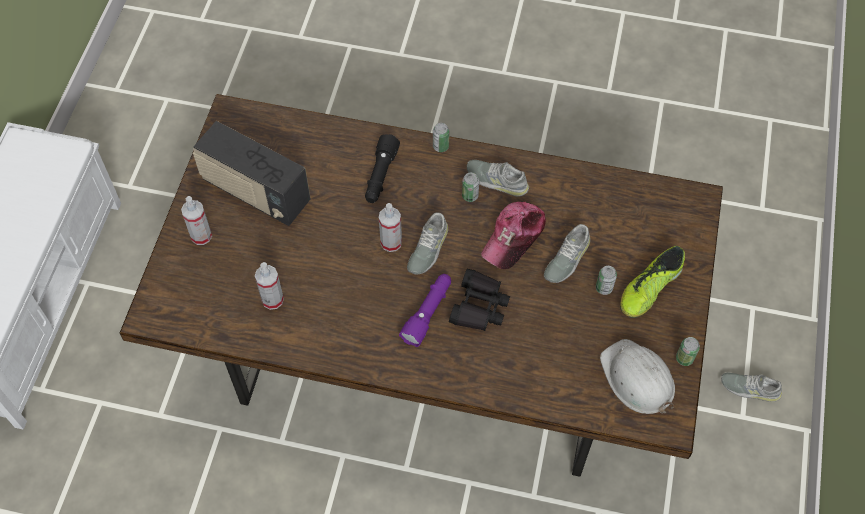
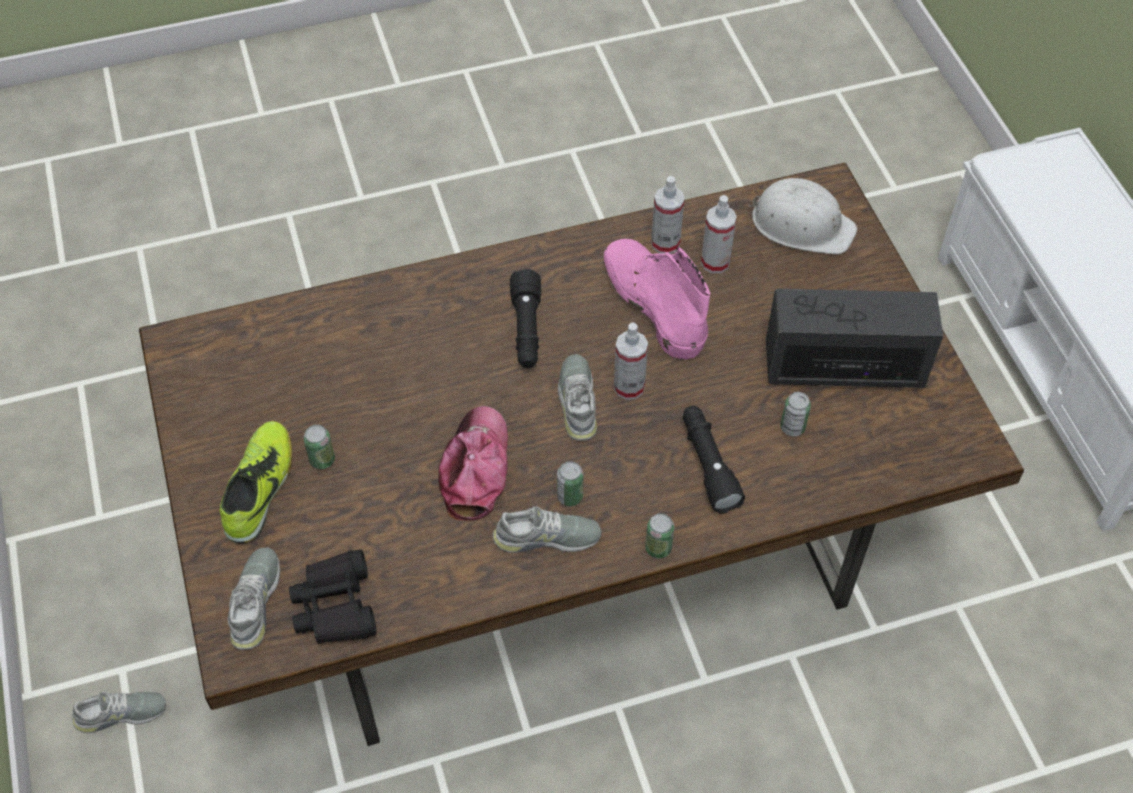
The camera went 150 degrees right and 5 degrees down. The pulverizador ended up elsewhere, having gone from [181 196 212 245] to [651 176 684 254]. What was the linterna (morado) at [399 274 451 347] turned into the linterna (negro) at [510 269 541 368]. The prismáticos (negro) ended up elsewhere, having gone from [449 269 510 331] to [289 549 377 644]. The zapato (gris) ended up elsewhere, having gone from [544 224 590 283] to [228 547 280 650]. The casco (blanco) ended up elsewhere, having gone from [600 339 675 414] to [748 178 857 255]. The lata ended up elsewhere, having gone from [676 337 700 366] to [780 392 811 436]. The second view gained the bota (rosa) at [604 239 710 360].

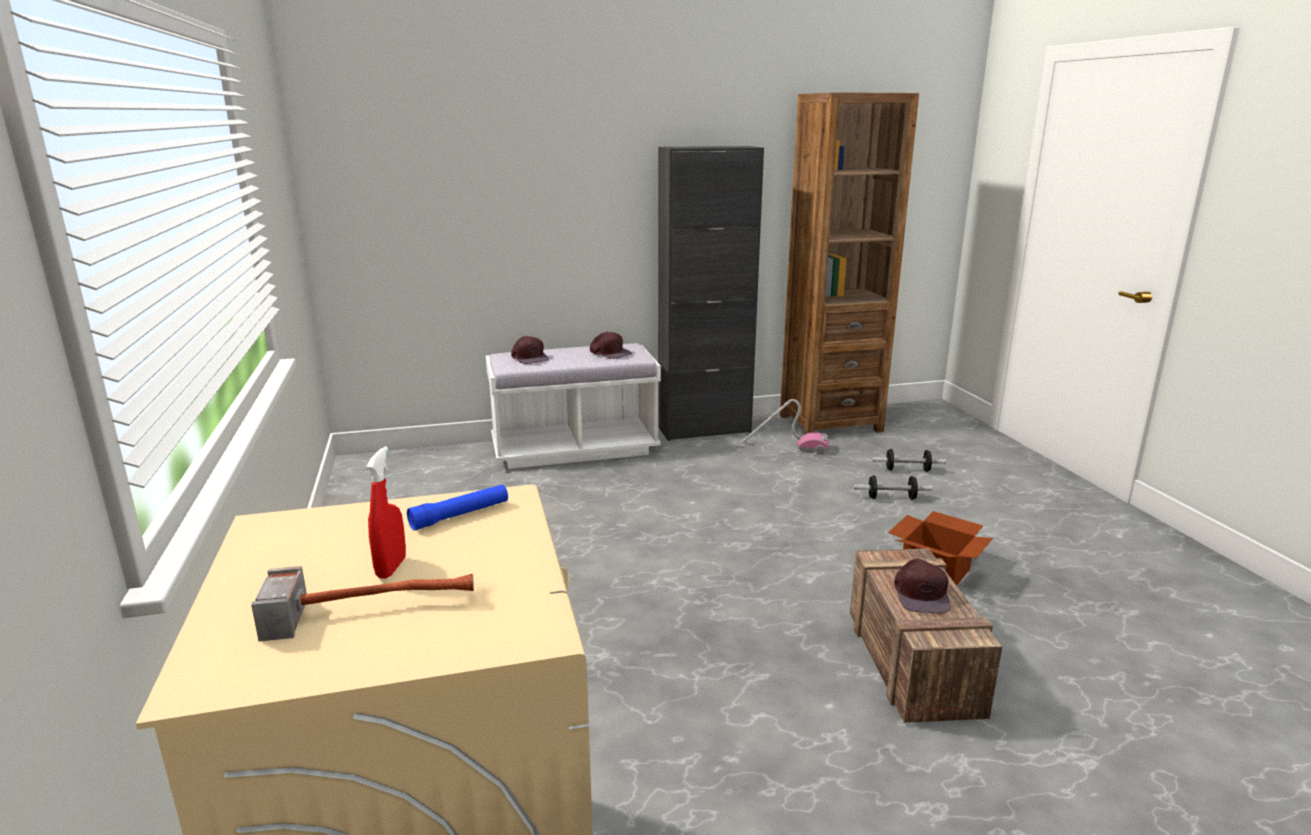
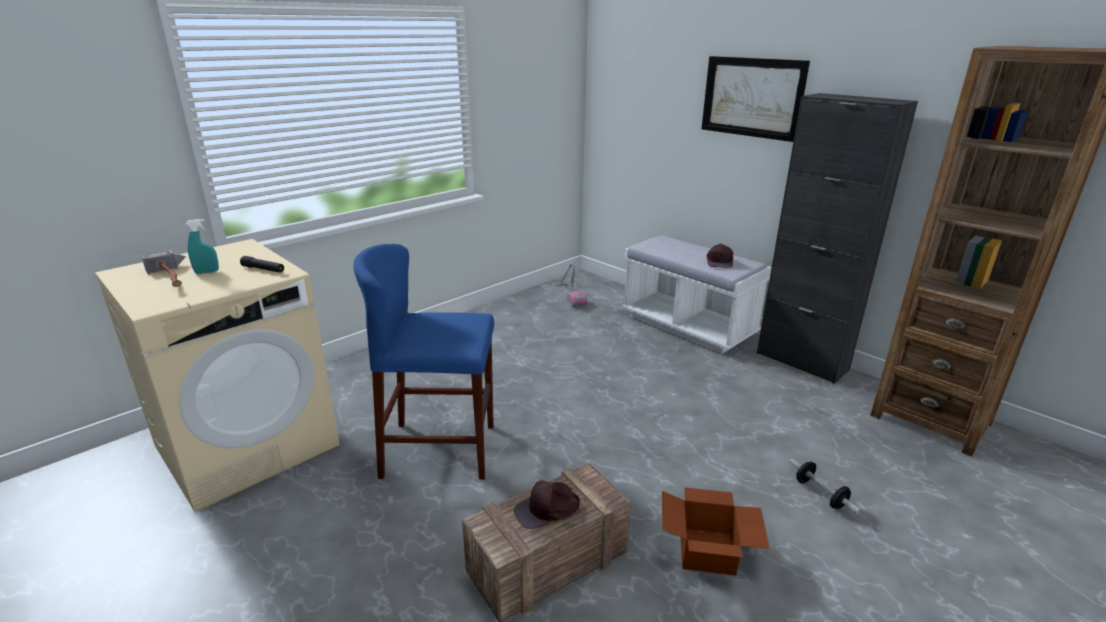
The camera went 60 degrees right and 5 degrees up. What was the pulverizador (rojo) at [367 447 406 579] turned into the pulverizador (turquesa) at [186 219 219 274]. What was the linterna (azul) at [407 485 508 530] turned into the linterna (negro) at [240 256 284 273]. The second view lost the gorra (marrón) at [511 336 549 364]. The aspiradora ended up elsewhere, having gone from [736 399 829 455] to [554 262 588 307]. The second view lost the mancuerna at [872 449 946 472]. The second view gained the taburete (azul) at [353 244 494 480]. The second view gained the cuadro at [702 56 810 142].

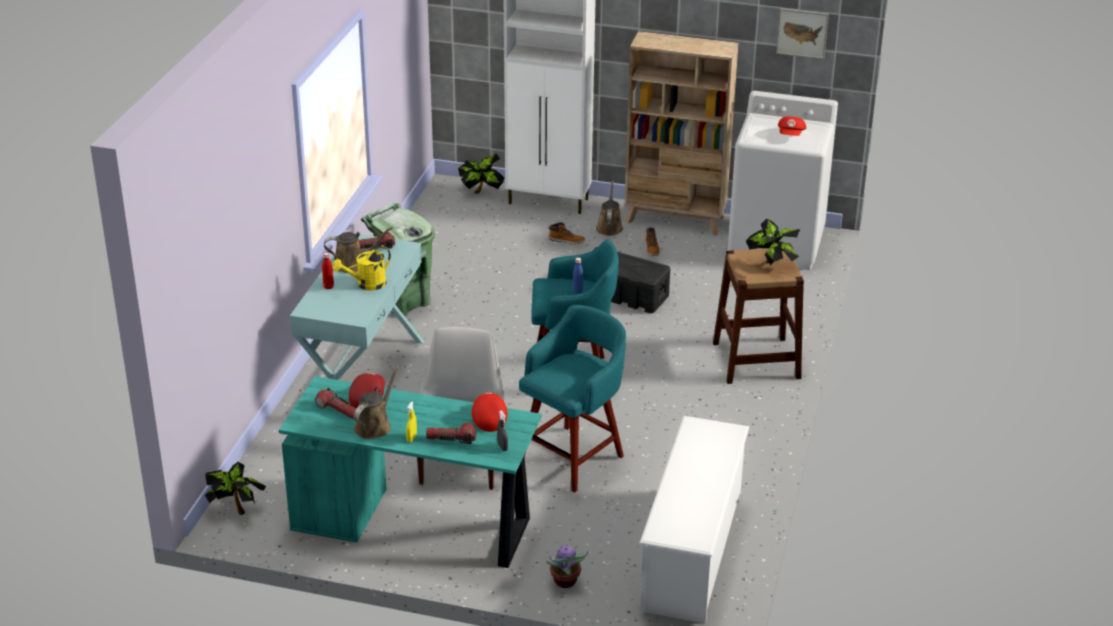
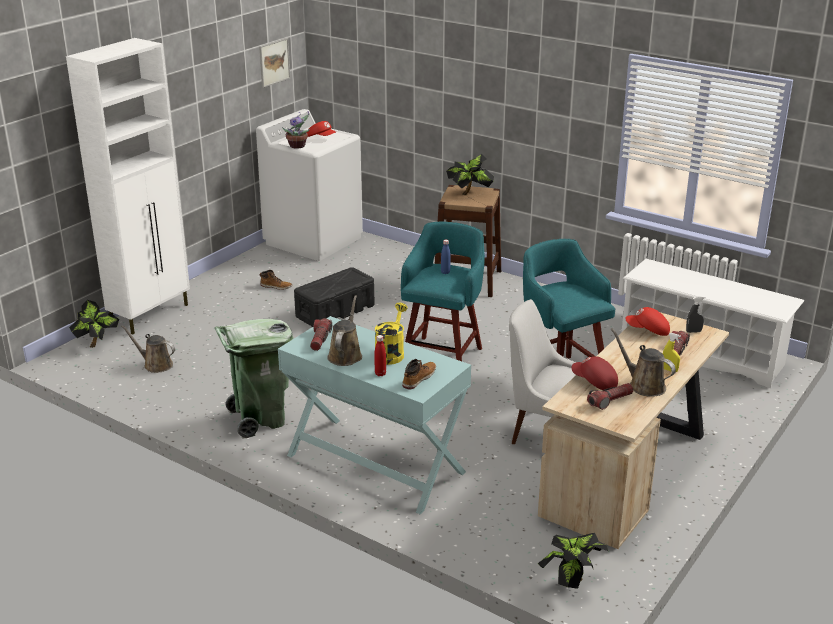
The camera went 70 degrees left and 5 degrees down. What was the escritorio (turquesa) at [279 376 542 568] turned into the escritorio (beis) at [538 312 729 549]. The regadera (amarillo) at [333 245 391 291] ended up facing another way, 150 degrees counterclockwise from before. The planta en maceta ended up elsewhere, having gone from [546 544 589 588] to [282 111 310 149]. The bota ended up elsewhere, having gone from [549 222 585 244] to [402 359 436 390]. The regadera (marrón) ended up elsewhere, having gone from [596 180 623 236] to [121 325 175 373]. The second view lost the estantería (beis) at [625 31 738 236].

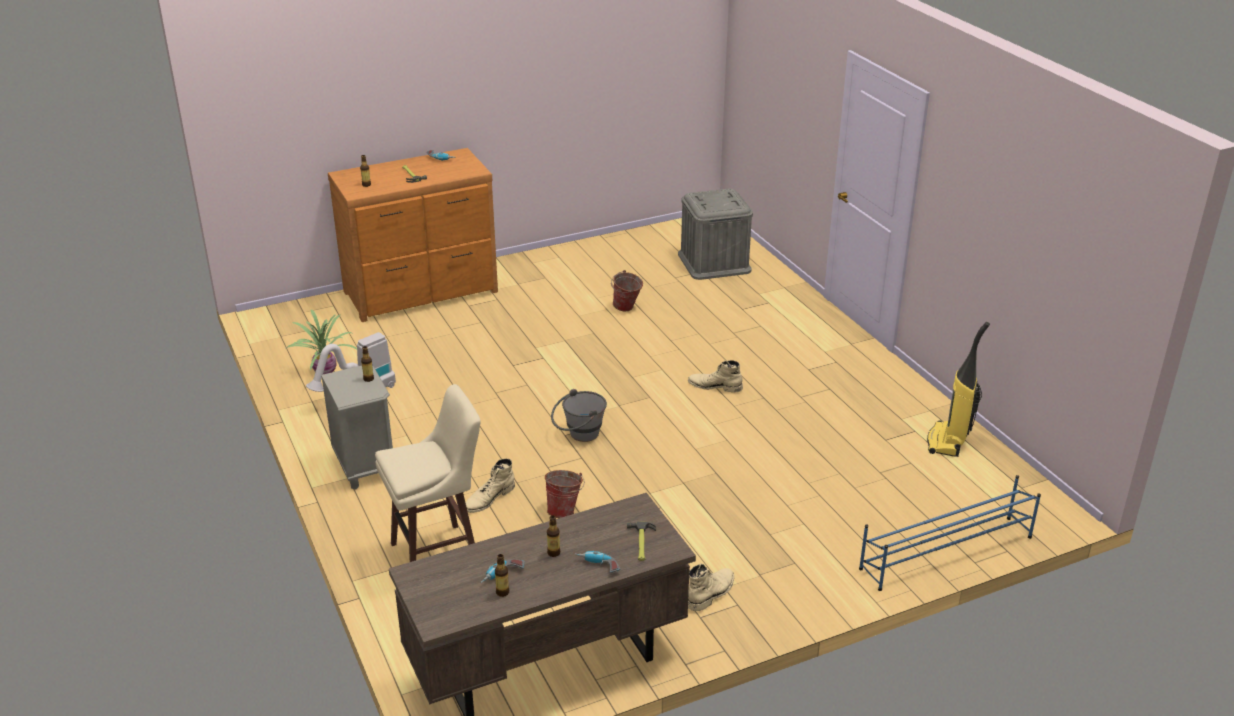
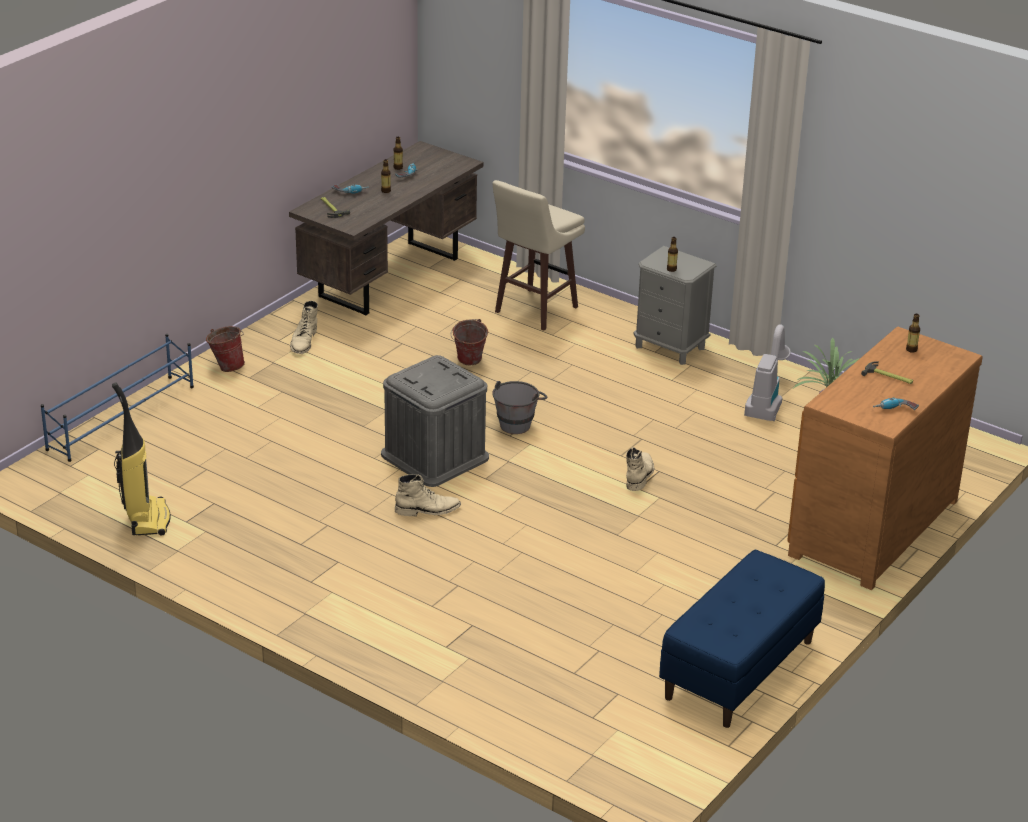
The camera went 150 degrees right and 0 degrees up. The bota (beis) ended up elsewhere, having gone from [466 459 515 513] to [626 447 654 491]. The cubo ended up elsewhere, having gone from [611 270 643 311] to [206 326 245 372]. The caja de almacenaje (gris) ended up elsewhere, having gone from [678 188 753 280] to [381 355 489 487]. The second view gained the banco (azul) at [659 550 825 728].

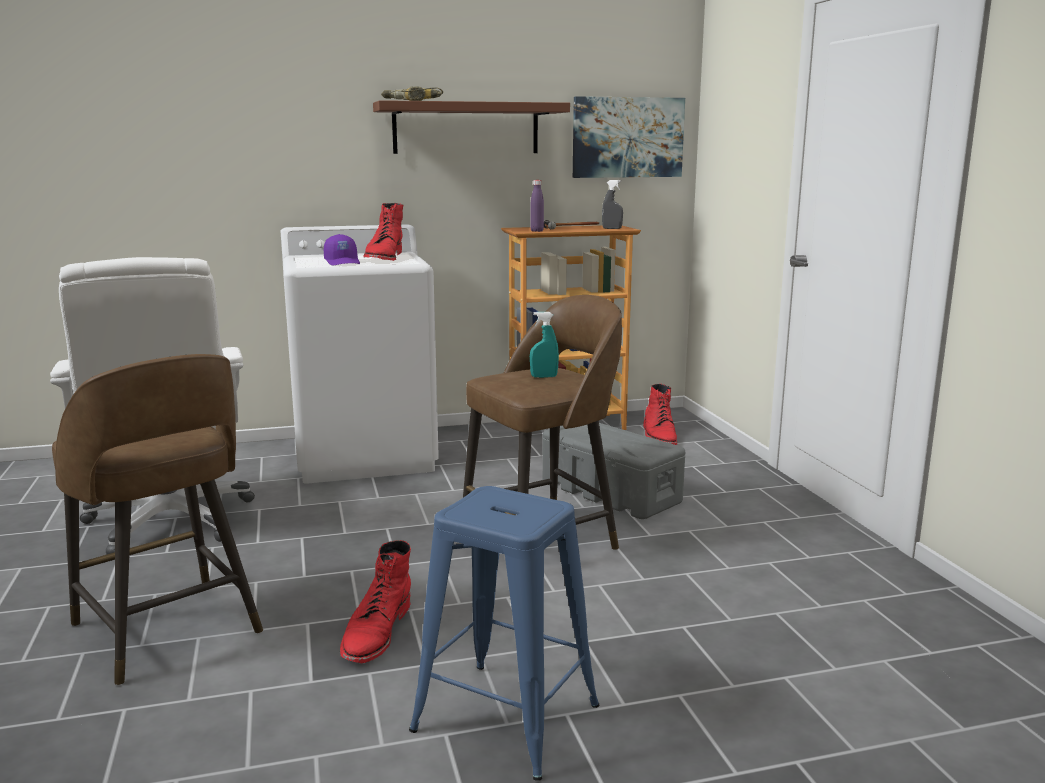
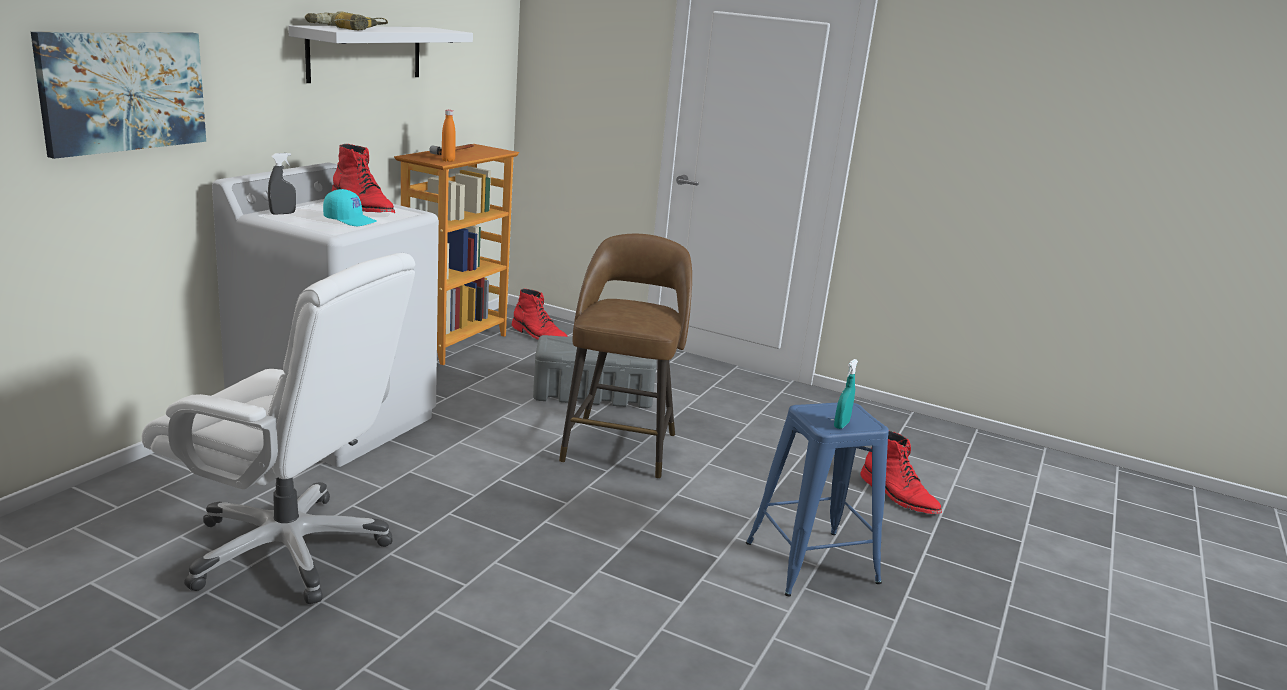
The camera went 50 degrees left and 5 degrees up. The second view lost the taburete (marrón) at [52 354 263 685]. What was the gorra (morado) at [324 234 360 265] turned into the gorra (turquesa) at [323 189 377 226]. The bota (rojo) ended up elsewhere, having gone from [340 540 411 664] to [860 431 942 514]. What was the estante (marrón) at [373 100 570 154] turned into the estante (blanco) at [288 25 473 83]. What was the botella (morado) at [530 180 544 232] turned into the botella (naranja) at [442 110 456 162]. The pulverizador (turquesa) ended up elsewhere, having gone from [530 312 559 378] to [834 359 858 429]. The cuadro ended up elsewhere, having gone from [573 96 685 178] to [31 32 206 159]. The pulverizador (gris) ended up elsewhere, having gone from [602 180 623 229] to [268 153 296 215].

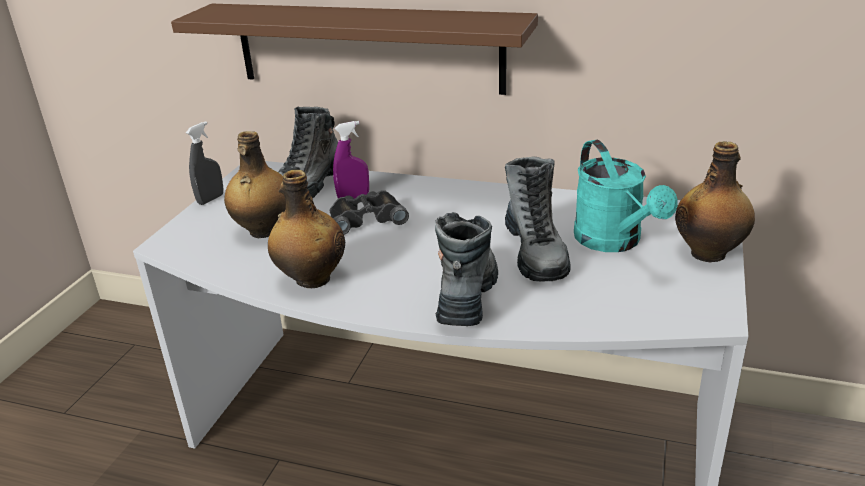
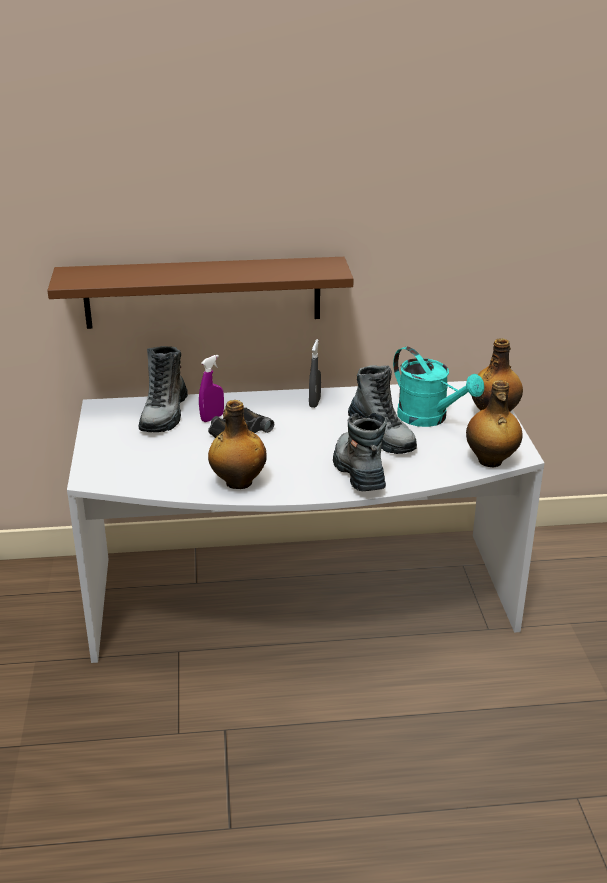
The camera went 25 degrees left and 0 degrees up. The pulverizador (gris) ended up elsewhere, having gone from [186 121 223 205] to [309 339 321 408]. The botella ended up elsewhere, having gone from [224 131 286 238] to [466 380 523 468].

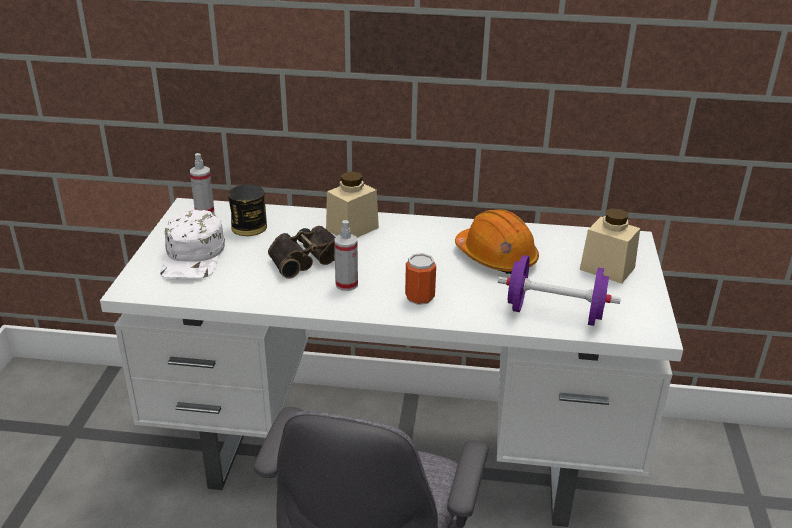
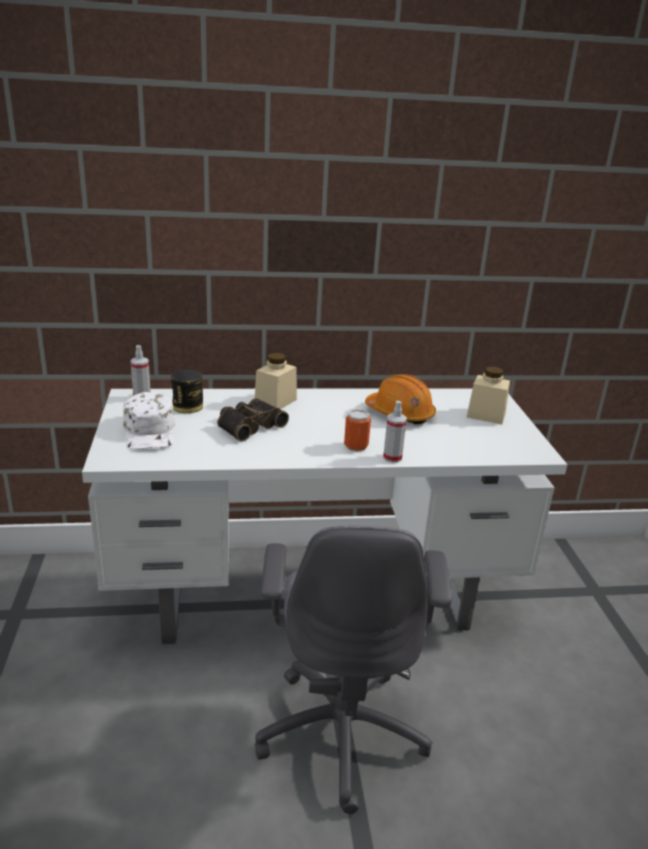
The camera went 15 degrees left and 5 degrees down. The pulverizador ended up elsewhere, having gone from [334 220 358 291] to [383 401 407 463]. The second view lost the mancuerna (morado) at [498 255 621 326].

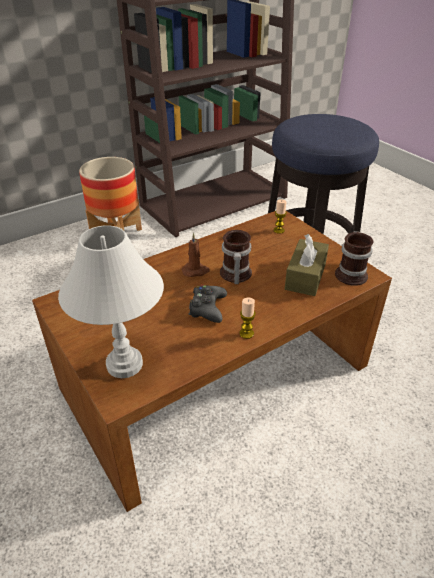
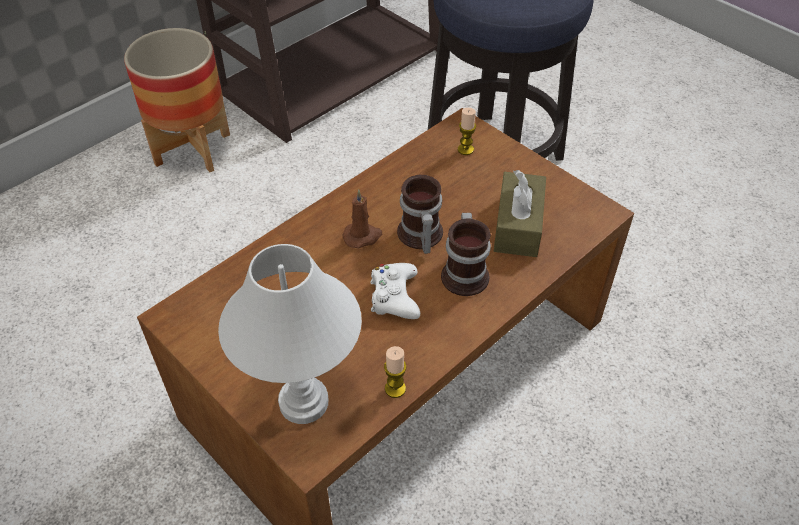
The camera went 10 degrees left and 10 degrees up. What was the mando de consola (negro) at [189 285 227 323] turned into the mando de consola (blanco) at [370 263 420 319]. The vela ended up elsewhere, having gone from [239 297 256 339] to [384 346 406 398]. The taza grande ended up elsewhere, having gone from [335 231 374 286] to [441 213 491 296].

